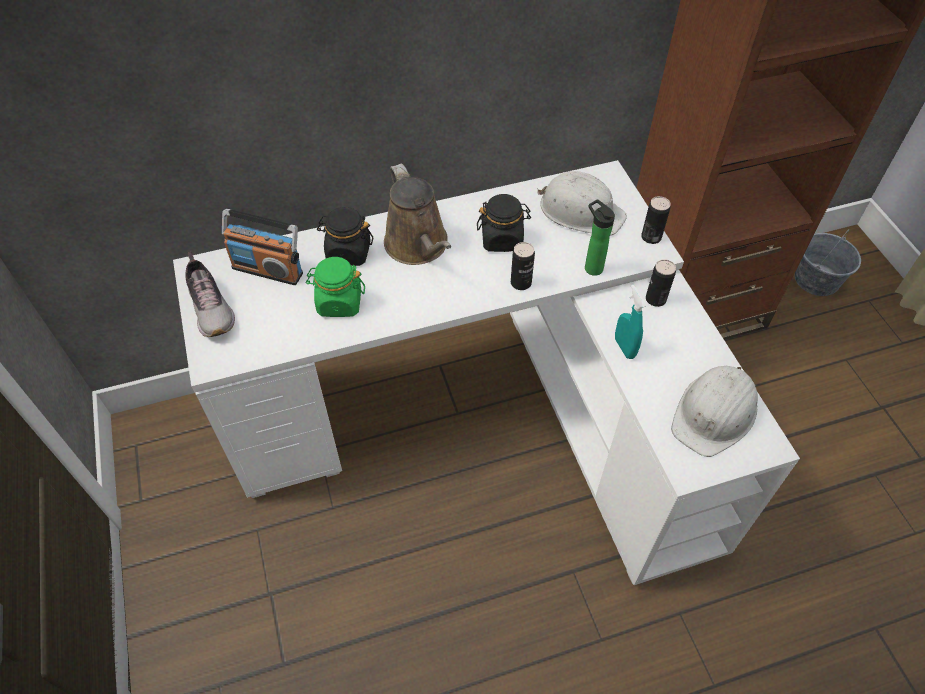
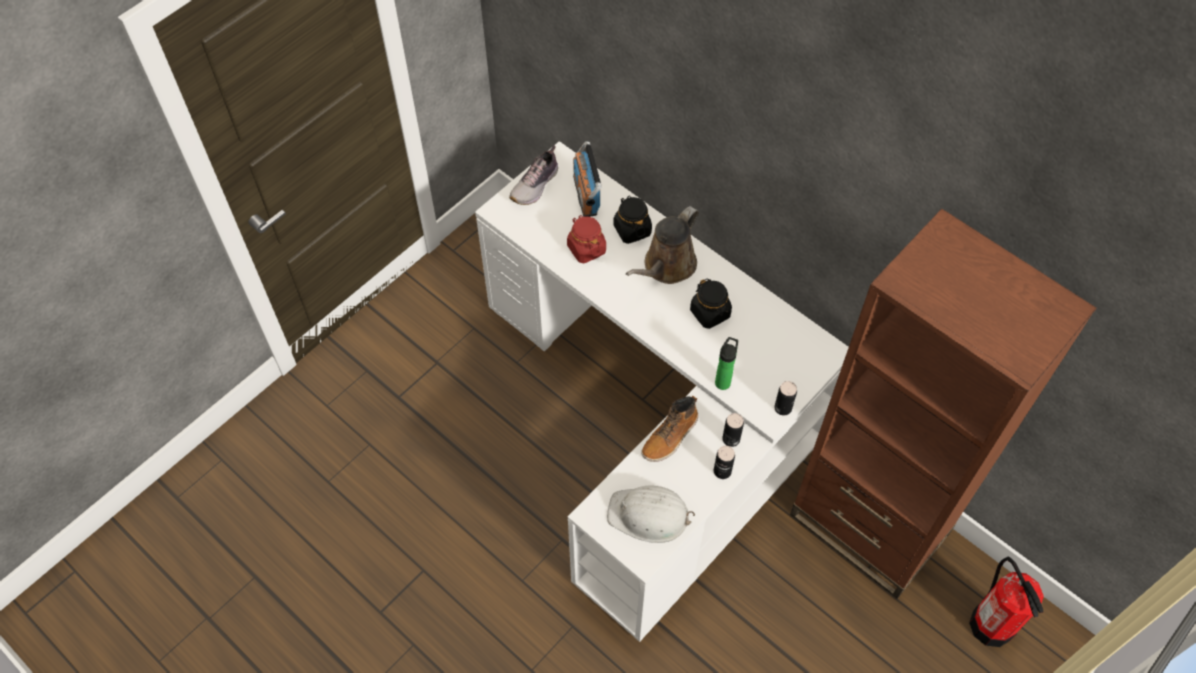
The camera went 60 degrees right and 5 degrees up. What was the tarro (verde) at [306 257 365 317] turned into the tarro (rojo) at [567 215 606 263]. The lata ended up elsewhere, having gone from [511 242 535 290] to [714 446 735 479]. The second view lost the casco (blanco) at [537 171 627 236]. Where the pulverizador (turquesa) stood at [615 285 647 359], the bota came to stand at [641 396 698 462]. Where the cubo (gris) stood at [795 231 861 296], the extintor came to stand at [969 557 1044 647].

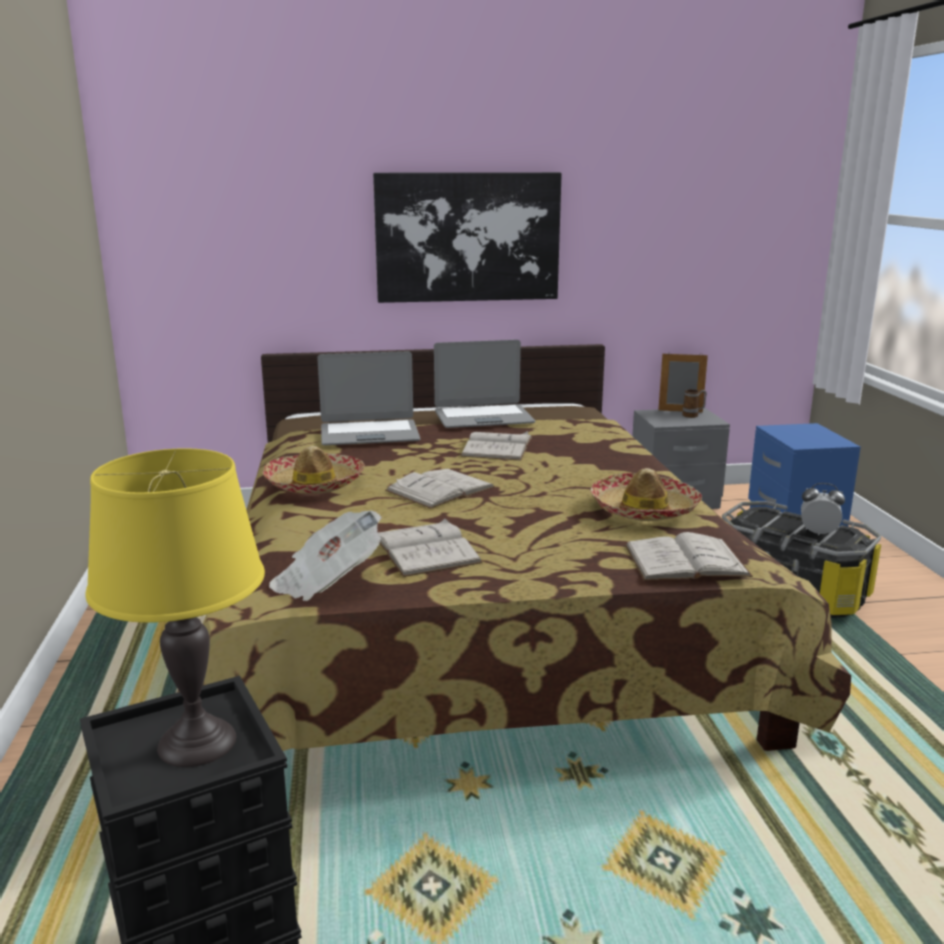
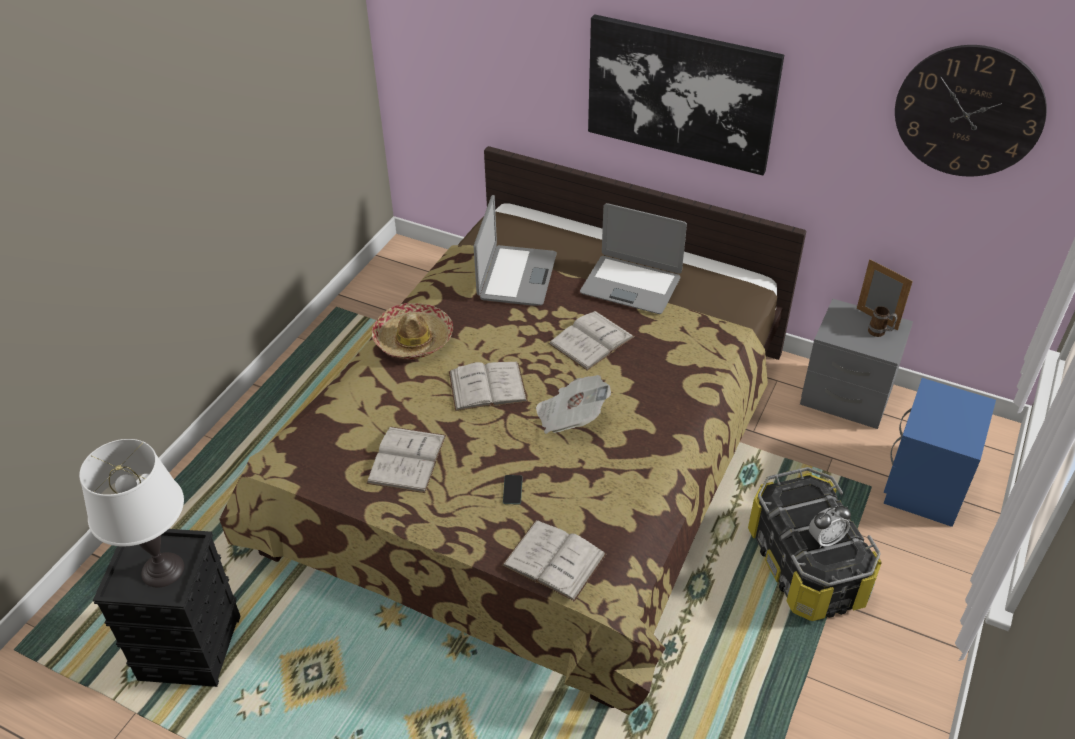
The camera went 35 degrees right and 25 degrees up. What was the lámpara de mesa (amarillo) at [85 448 265 767] turned into the lámpara de mesa (blanco) at [79 439 184 588]. The periódico ended up elsewhere, having gone from [269 510 382 601] to [536 375 611 434]. The portátil at [317 351 420 445] ended up facing another way, 105 degrees counterclockwise from before. The second view lost the sombrero at [591 468 702 521]. The despertador at [801 483 845 535] ended up facing another way, 105 degrees clockwise from before. The second view gained the móvil at [503 475 523 504]. The second view gained the reloj de pared at [895 45 1047 176].

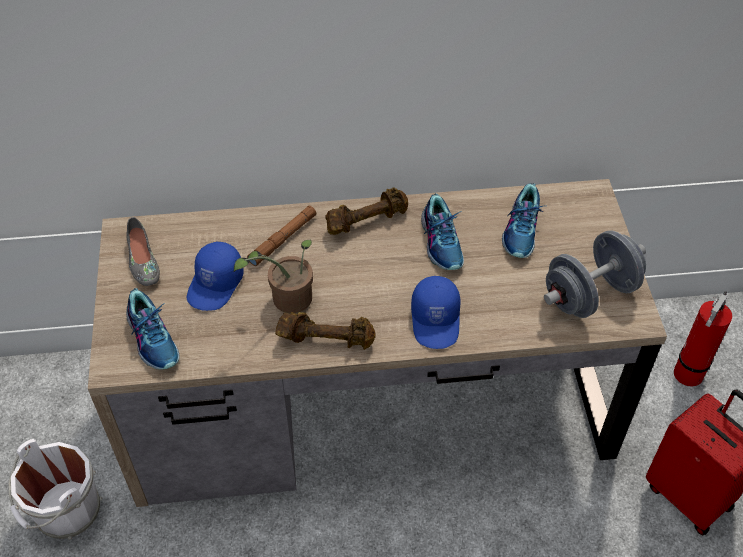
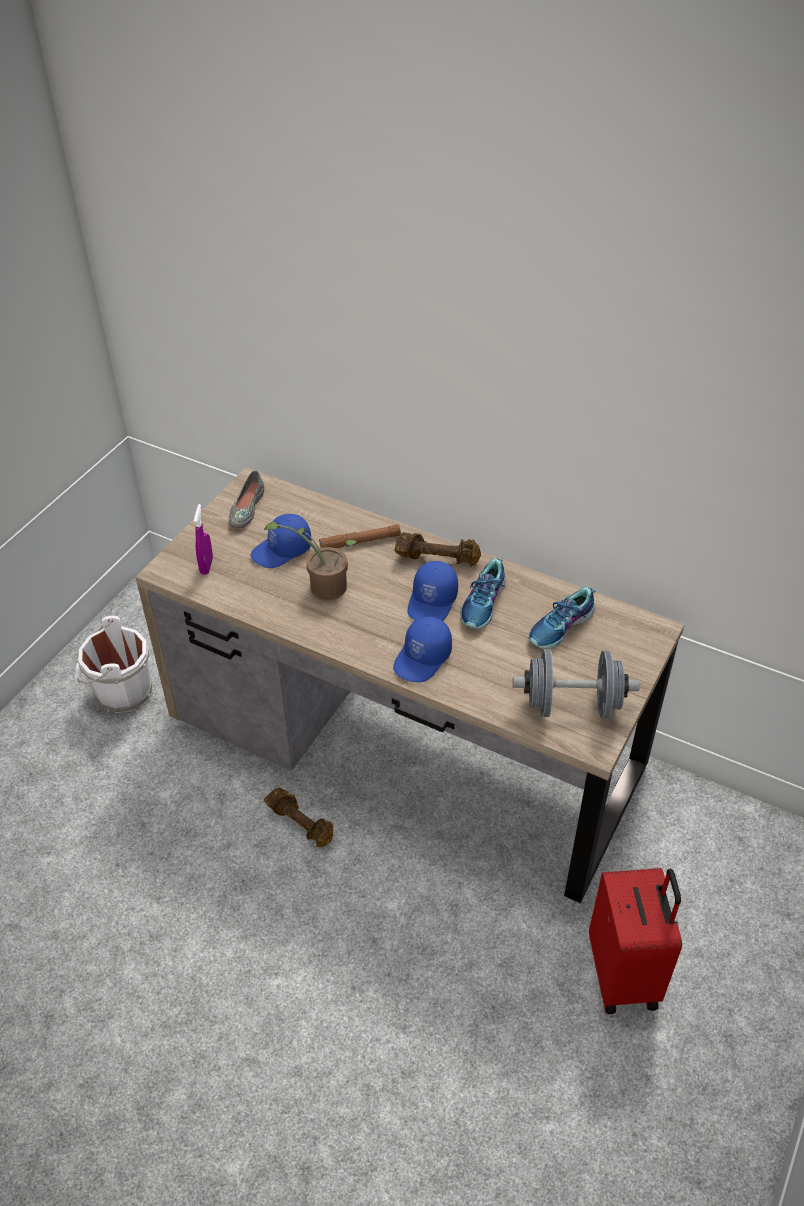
The camera went 35 degrees right and 5 degrees down. Where the zapato stood at [126 288 179 370], the pulverizador (morado) came to stand at [193 504 213 575]. The mancuerna (marrón) ended up elsewhere, having gone from [275 312 376 350] to [264 788 333 847]. The second view lost the extintor at [674 291 732 387]. The second view gained the gorra (azul) at [407 561 458 621].

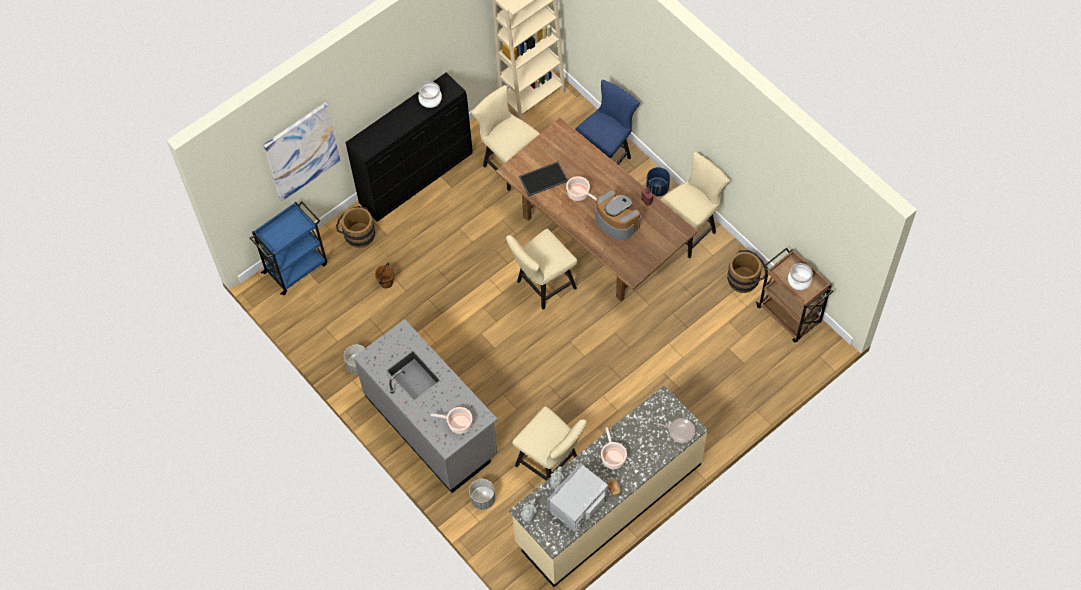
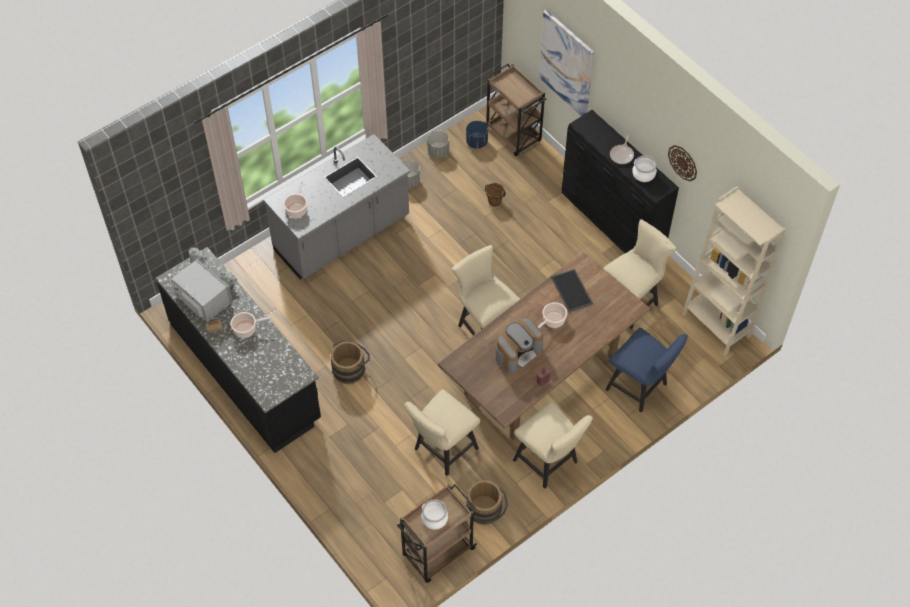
The camera went 90 degrees right and 5 degrees down. What was the carrito (azul) at [250 201 327 295] turned into the carrito (marrón) at [484 64 546 156]. The cubo (marrón) ended up elsewhere, having gone from [336 206 375 248] to [331 341 370 384]. The maceta (gris) ended up elsewhere, having gone from [469 479 495 510] to [427 130 449 158]. What was the mueble bajo de cocina (beis) at [509 386 708 587] turned into the mueble bajo de cocina (negro) at [155 247 321 453]. The silla (beis) ended up elsewhere, having gone from [512 406 587 480] to [405 389 480 476]. The maceta (azul) ended up elsewhere, having gone from [646 167 670 196] to [466 121 488 149]. The sartén ended up elsewhere, having gone from [656 418 695 443] to [610 135 634 164]. The second view gained the reloj de pared at [668 145 697 181].

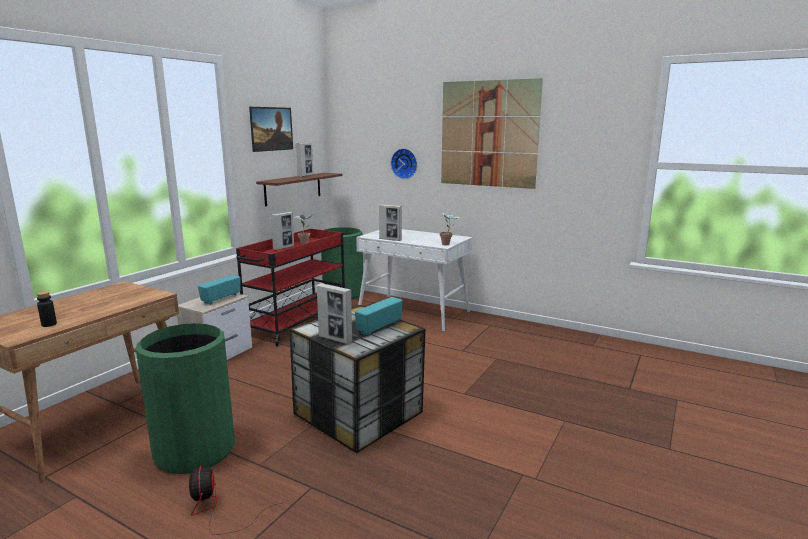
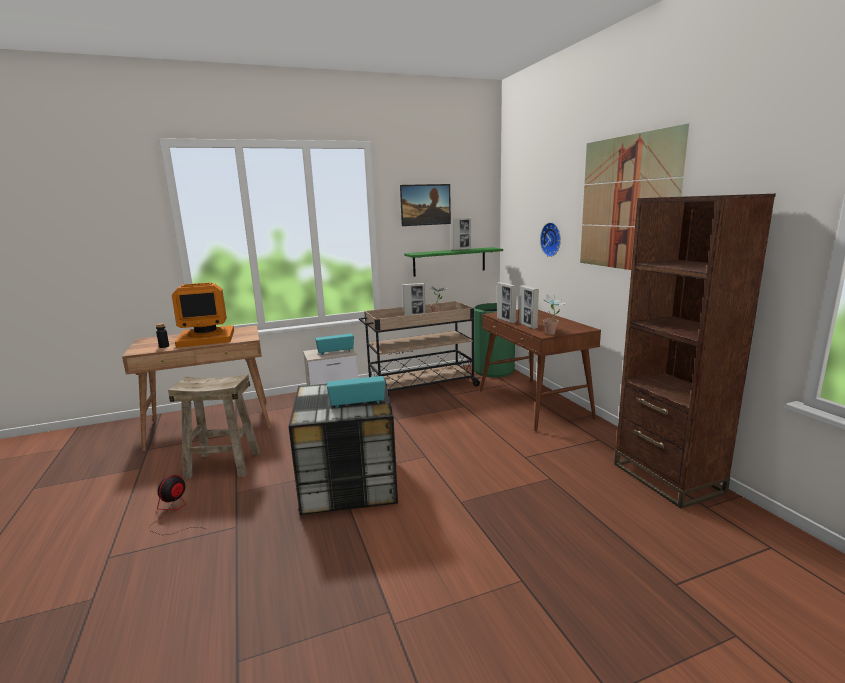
The camera went 40 degrees right and 0 degrees up. Where the papelera (verde) stood at [136 323 235 474], the taburete (beis) came to stand at [168 374 260 479]. What was the carrito (rojo) at [236 229 352 346] turned into the carrito (beis) at [359 301 481 392]. What was the estante (marrón) at [256 173 343 207] turned into the estante (verde) at [404 247 503 277]. The portarretratos ended up elsewhere, having gone from [317 283 352 344] to [519 285 539 329]. What was the escritorio (blanco) at [356 229 472 332] turned into the escritorio (marrón) at [480 310 601 432]. The second view gained the monitor at [172 282 234 348]. The second view gained the estantería (marrón) at [614 194 776 509].

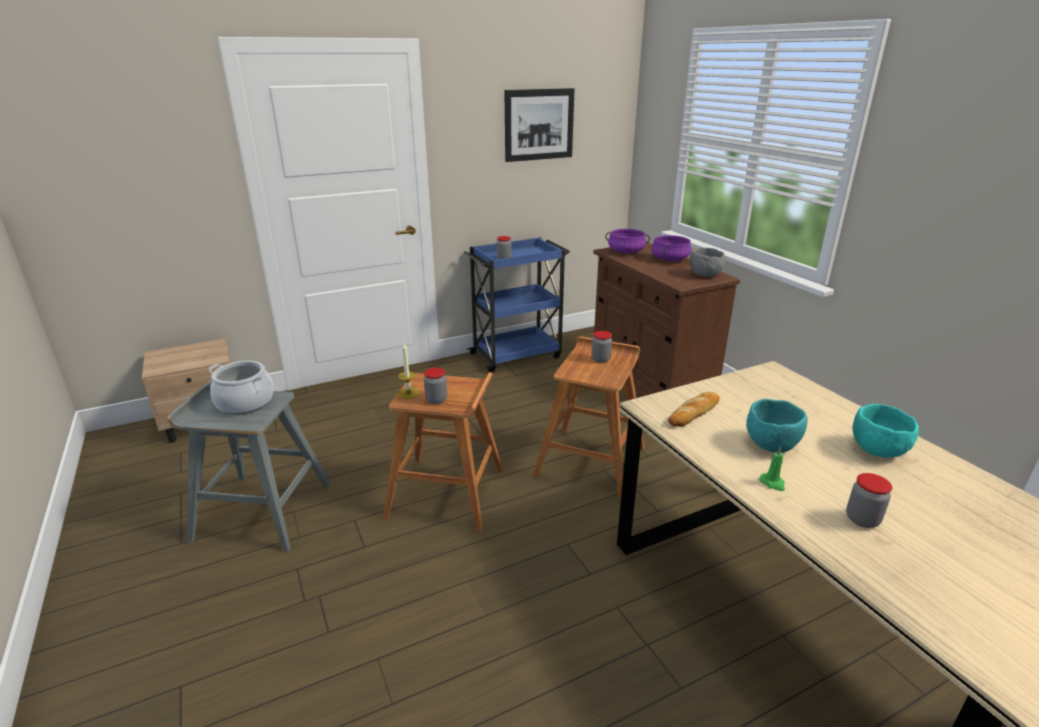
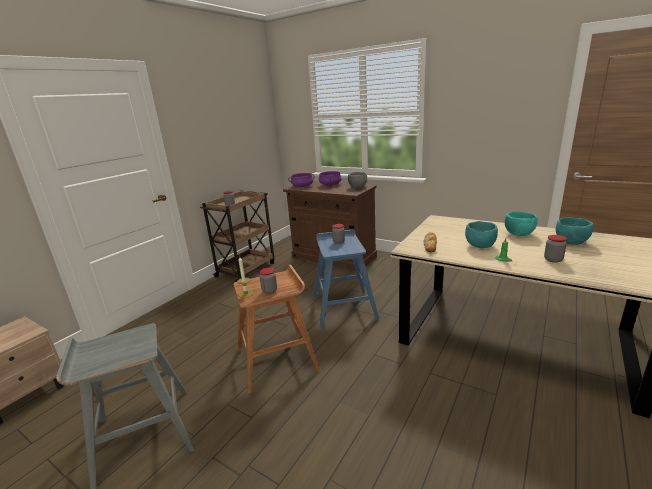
The camera went 30 degrees left and 5 degrees down. The second view lost the olla at [208 361 274 414]. What was the carrito (azul) at [464 237 570 373] turned into the carrito (marrón) at [200 191 274 281]. The second view lost the cuadro at [504 88 574 162]. What was the taburete (marrón) at [533 337 644 498] turned into the taburete (azul) at [313 229 379 328]. The second view gained the cuenco (turquesa) at [556 217 594 245].

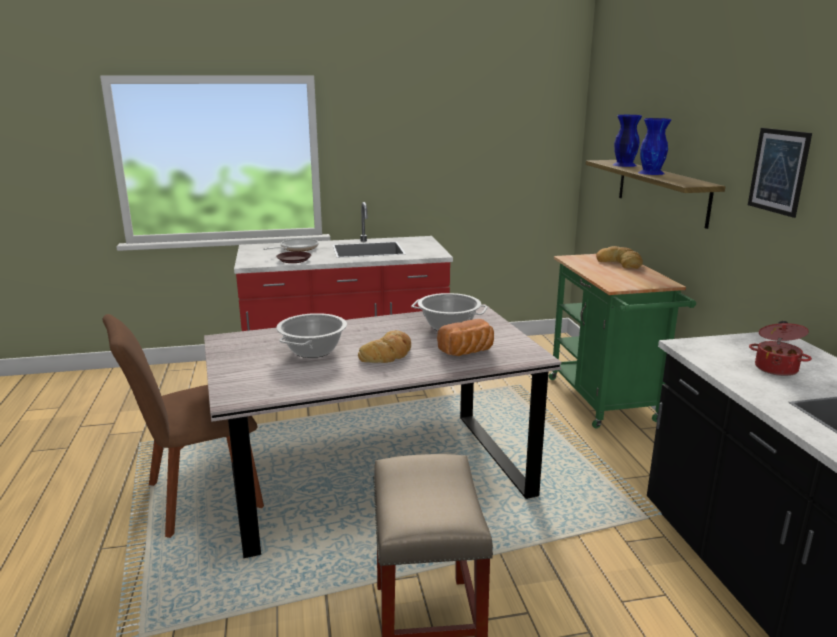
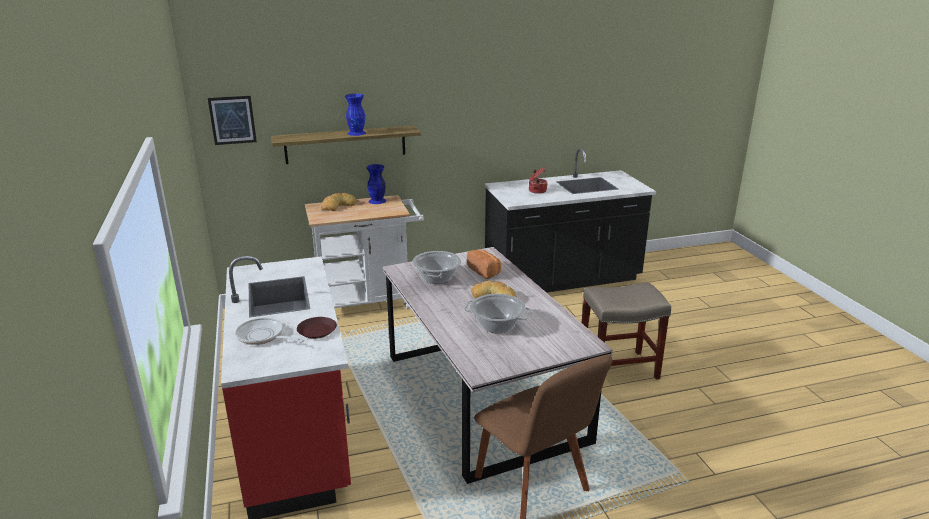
The camera went 95 degrees left and 5 degrees up. What was the carrito (verde) at [549 254 696 429] turned into the carrito (blanco) at [305 195 424 309]. The florero (azul) ended up elsewhere, having gone from [613 115 642 167] to [366 164 386 204]. The cuadro ended up elsewhere, having gone from [748 128 812 218] to [208 96 257 145].

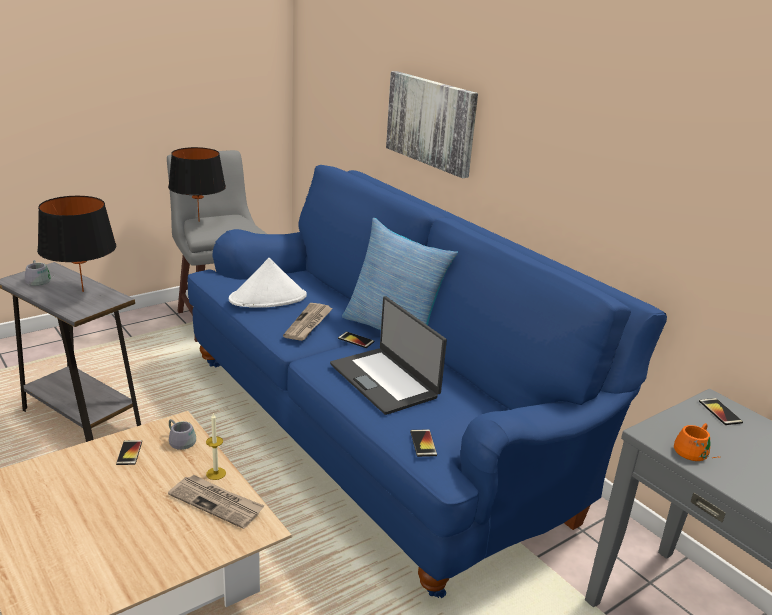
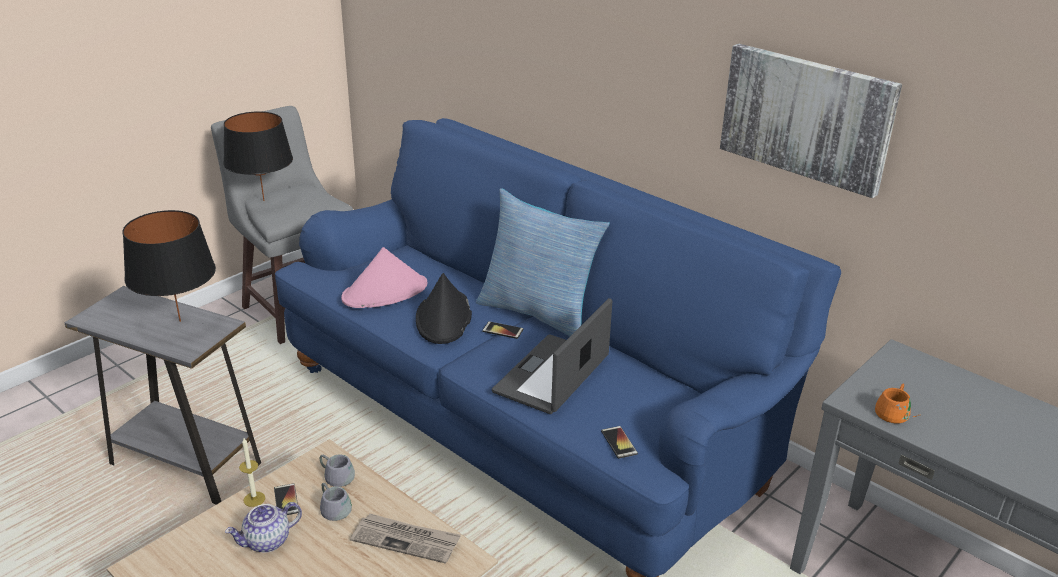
The camera went 10 degrees left and 5 degrees up. The taza grande (gris) ended up elsewhere, having gone from [25 260 56 286] to [320 483 352 521]. The vela ended up elsewhere, having gone from [206 414 226 480] to [239 438 265 507]. What was the sombrero (blanco) at [229 258 307 308] turned into the sombrero (rosa) at [341 247 427 308]. Where the periódico stood at [283 303 333 341], the sombrero (negro) came to stand at [416 273 472 344]. The portátil at [330 296 447 415] ended up facing another way, 75 degrees clockwise from before. The cuadro ended up elsewhere, having gone from [386 71 478 178] to [720 44 902 198]. The second view lost the móvil at [699 398 743 425]. The second view gained the tetera at [225 502 302 553].

